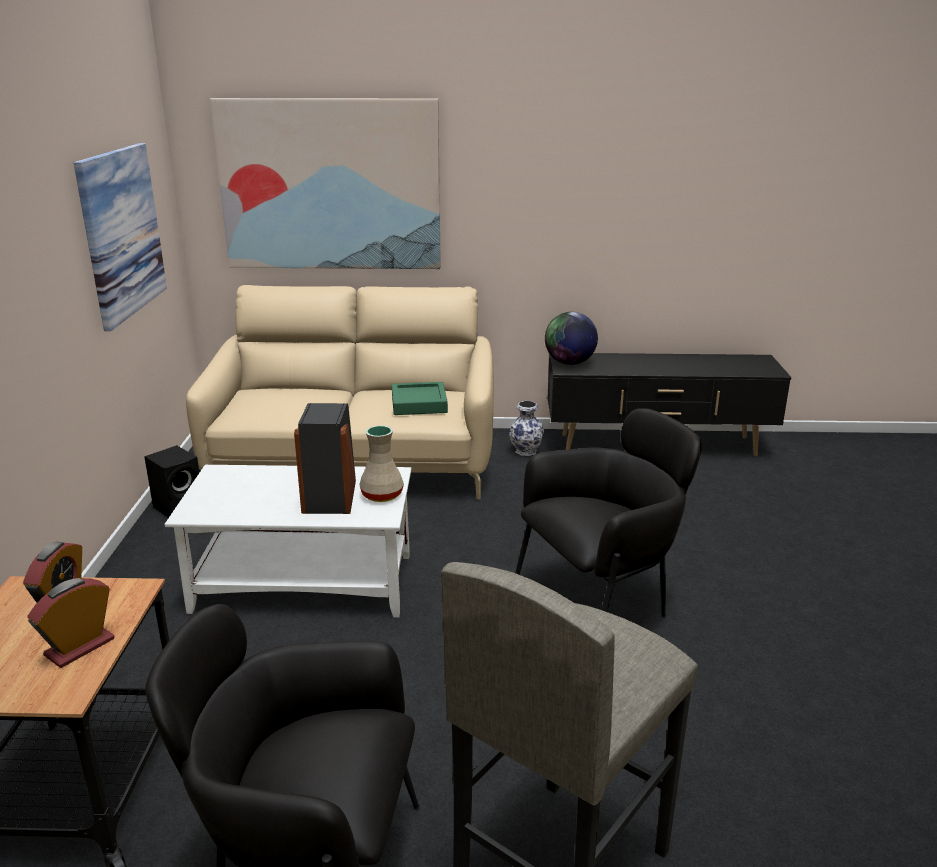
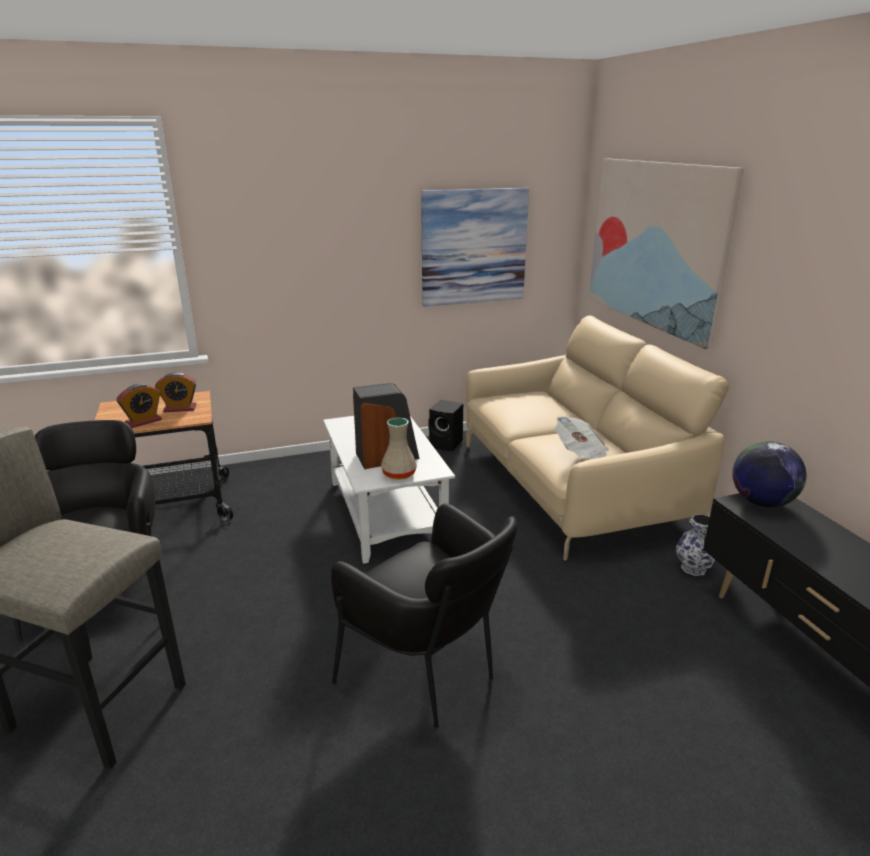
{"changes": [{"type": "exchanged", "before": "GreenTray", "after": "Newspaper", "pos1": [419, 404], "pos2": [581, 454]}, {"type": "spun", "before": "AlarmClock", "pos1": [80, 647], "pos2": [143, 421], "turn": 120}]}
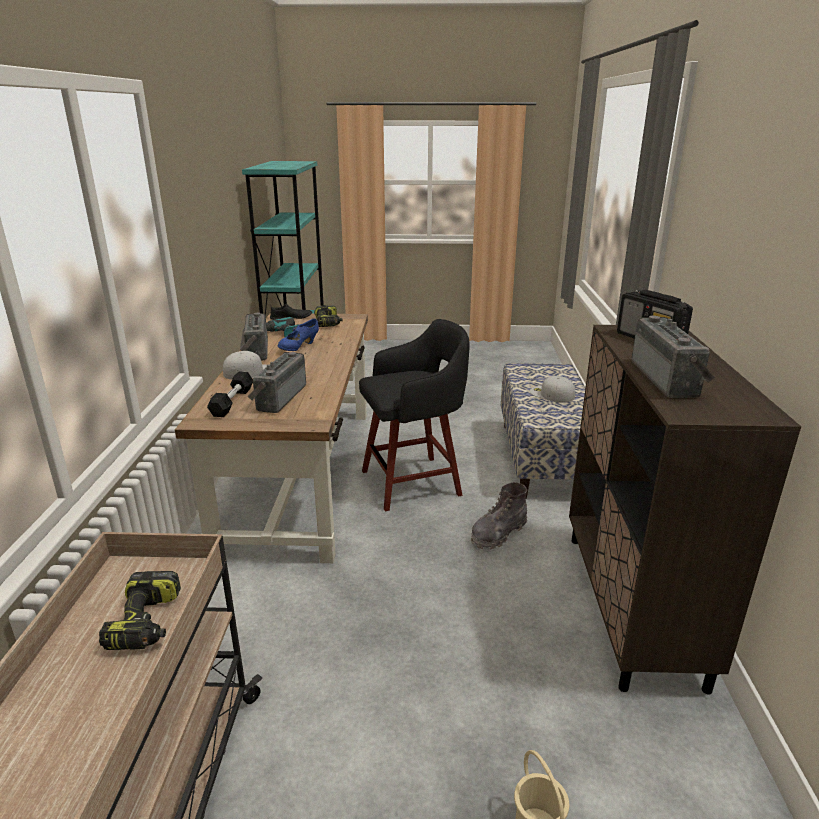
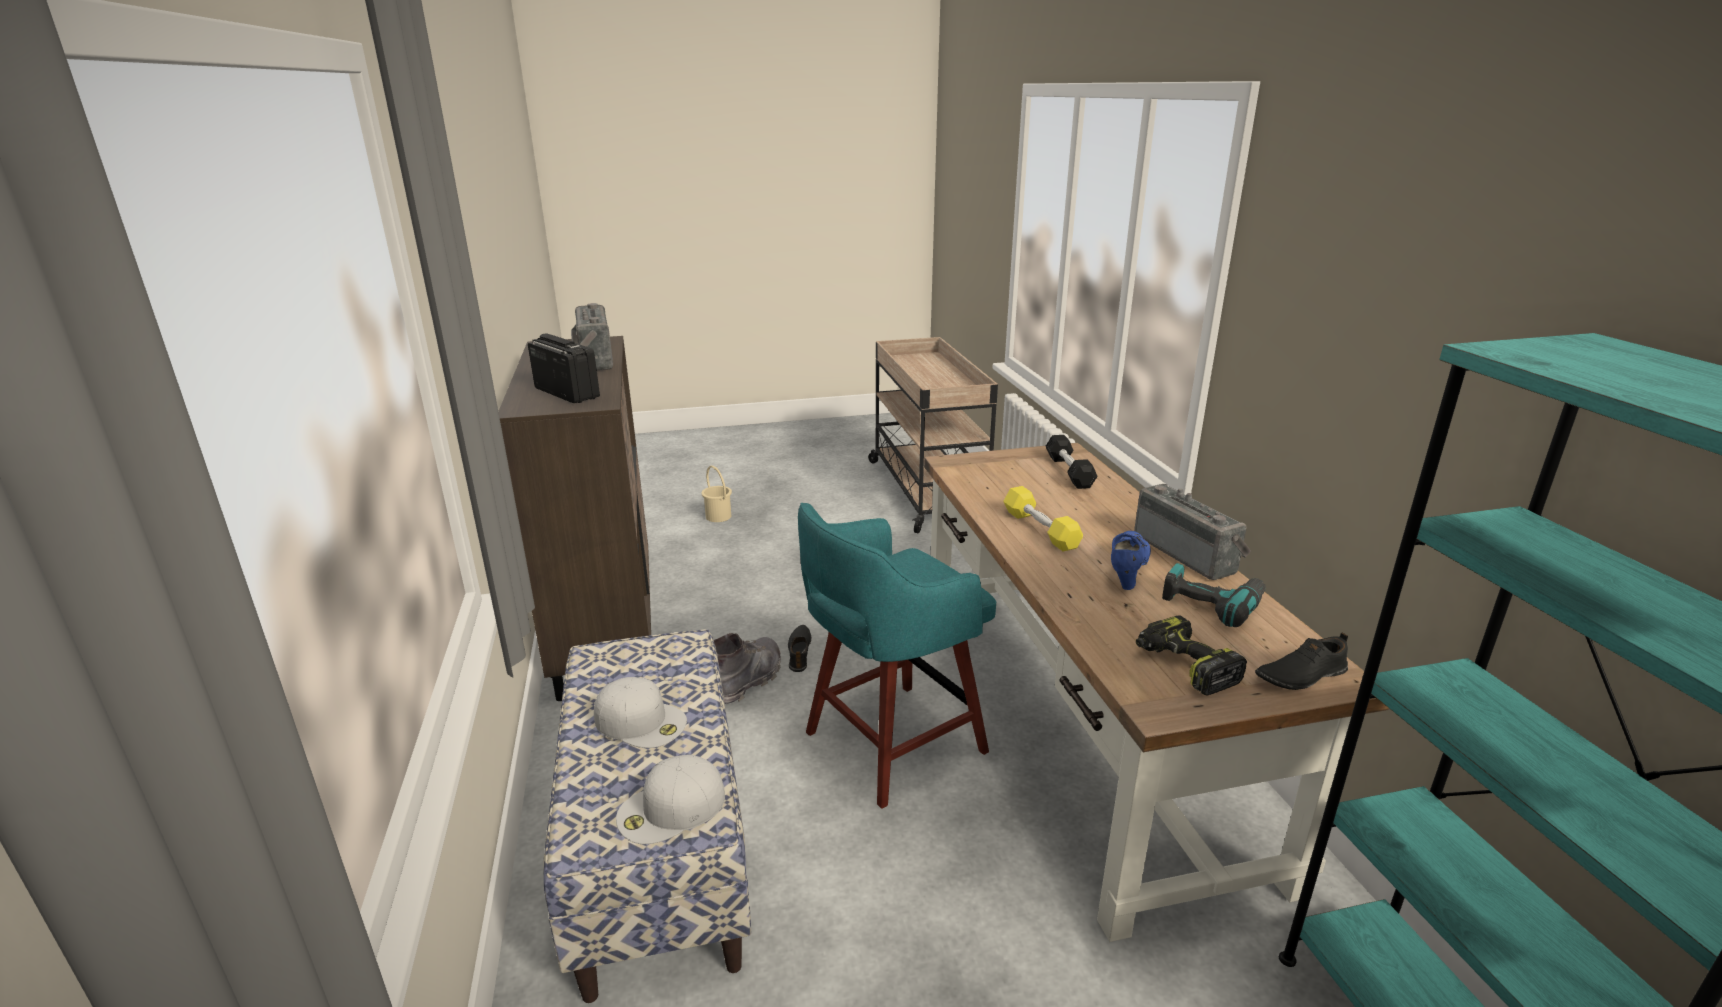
{"changes": [{"type": "colour", "before": "BlackStool", "after": "TurquoiseStool", "pos1": [414, 482], "pos2": [890, 744]}, {"type": "relocated", "before": "WhiteCap", "pos1": [250, 372], "pos2": [671, 809]}, {"type": "missing", "before": "Radio", "pos1": [278, 397]}, {"type": "missing", "before": "PowerDrill", "pos1": [147, 623]}, {"type": "appeared", "after": "YellowDumbbell", "pos2": [1040, 529]}, {"type": "appeared", "after": "BlackShoe", "pos2": [800, 652]}]}
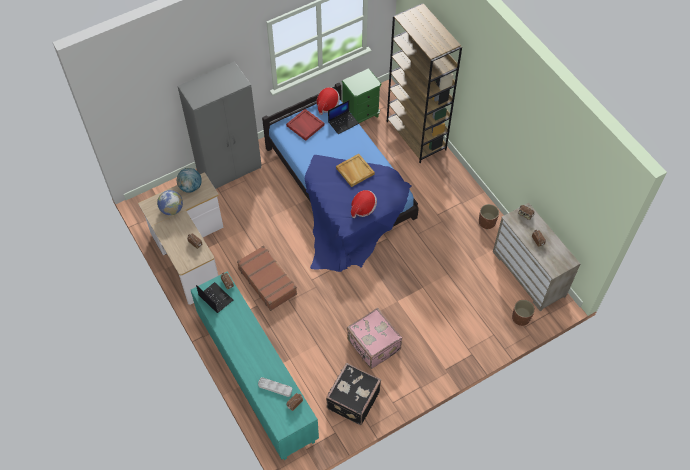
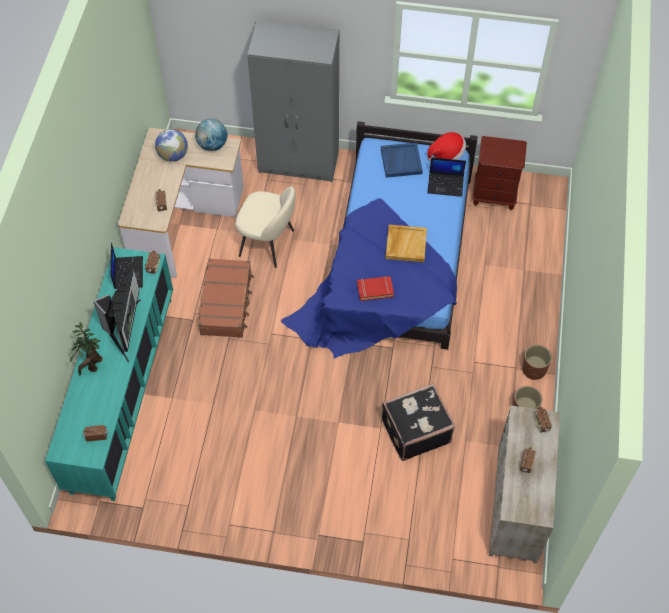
{"changes": [{"type": "missing", "before": "BrownBookcase", "pos1": [416, 135]}, {"type": "colour", "before": "GreenNightstand", "after": "BrownNightstand", "pos1": [361, 115], "pos2": [494, 195]}, {"type": "colour", "before": "RedTray", "after": "BlueTray", "pos1": [305, 125], "pos2": [400, 161]}, {"type": "exchanged", "before": "Hat", "after": "RedBook", "pos1": [363, 208], "pos2": [375, 290]}, {"type": "relocated", "before": "BrownPlanter", "pos1": [521, 318], "pos2": [534, 369]}, {"type": "missing", "before": "PinkSuitcase", "pos1": [373, 345]}, {"type": "relocated", "before": "BlackSuitcase", "pos1": [352, 400], "pos2": [415, 430]}, {"type": "missing", "before": "GreyTray", "pos1": [275, 387]}, {"type": "appeared", "after": "BeigeChair", "pos2": [268, 243]}, {"type": "appeared", "after": "Monitor", "pos2": [124, 329]}, {"type": "appeared", "after": "PottedPlant", "pos2": [93, 366]}]}
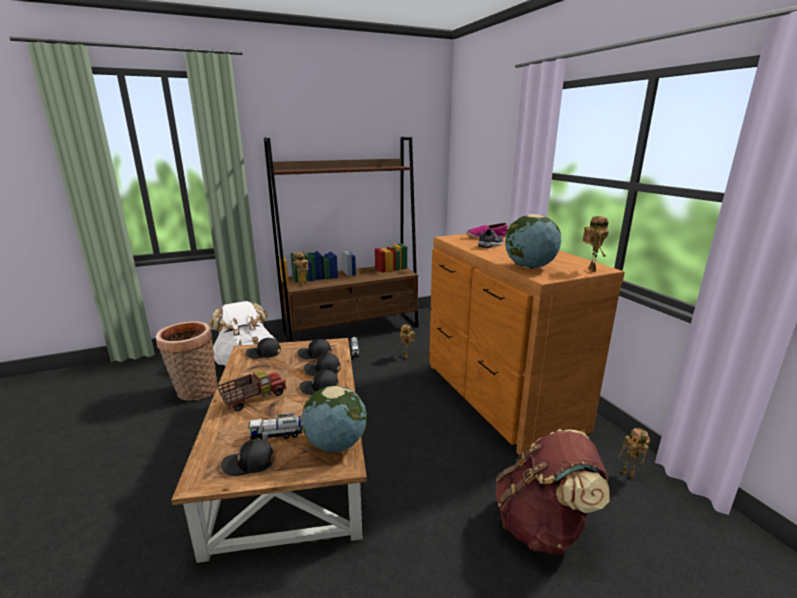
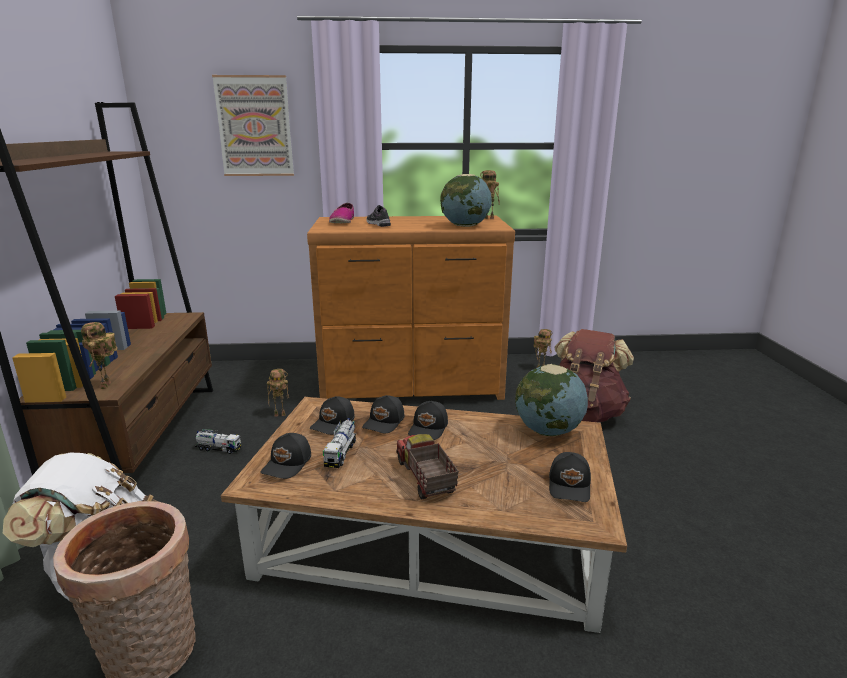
{"changes": [{"type": "relocated", "before": "ToyTruck", "pos1": [277, 435], "pos2": [341, 453]}, {"type": "appeared", "after": "Picture", "pos2": [254, 126]}]}
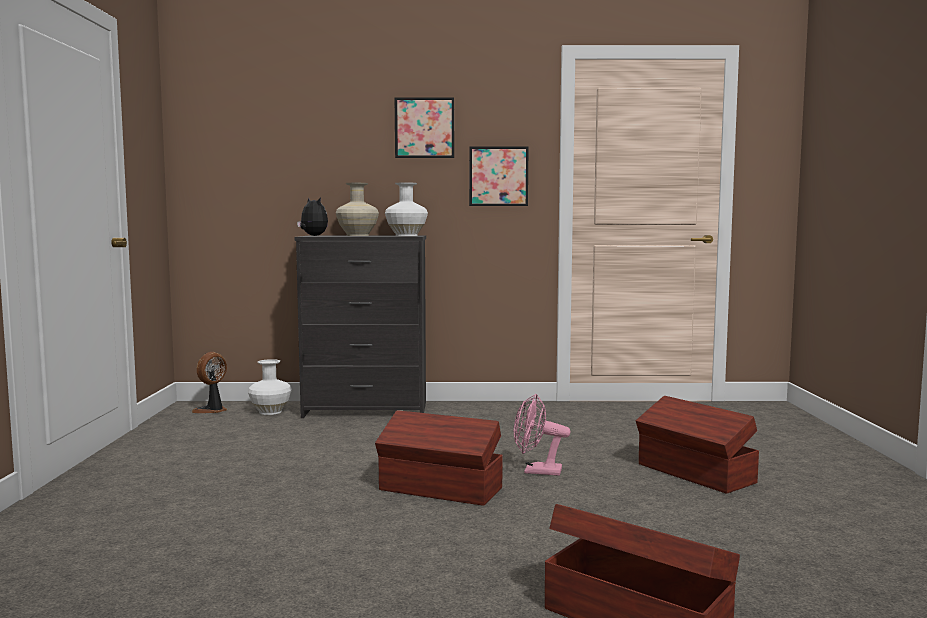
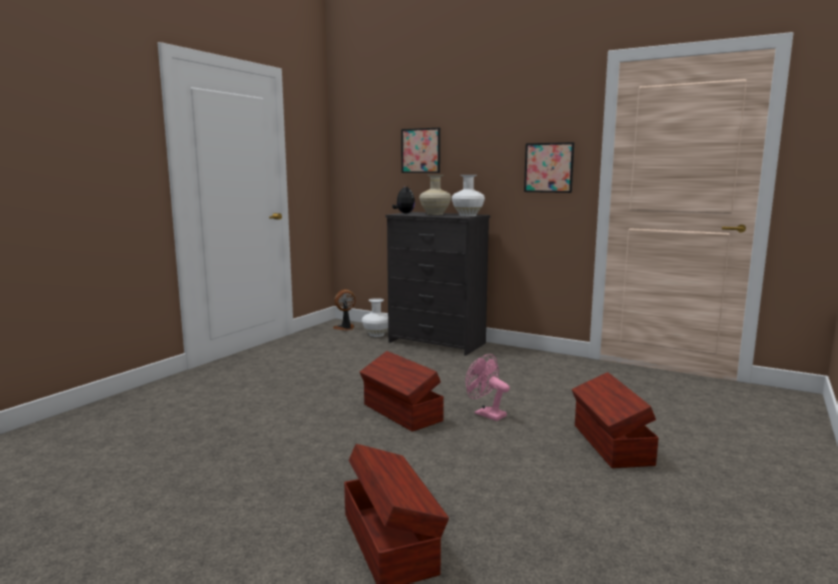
{"changes": [{"type": "relocated", "before": "Picture", "pos1": [424, 128], "pos2": [420, 150]}]}
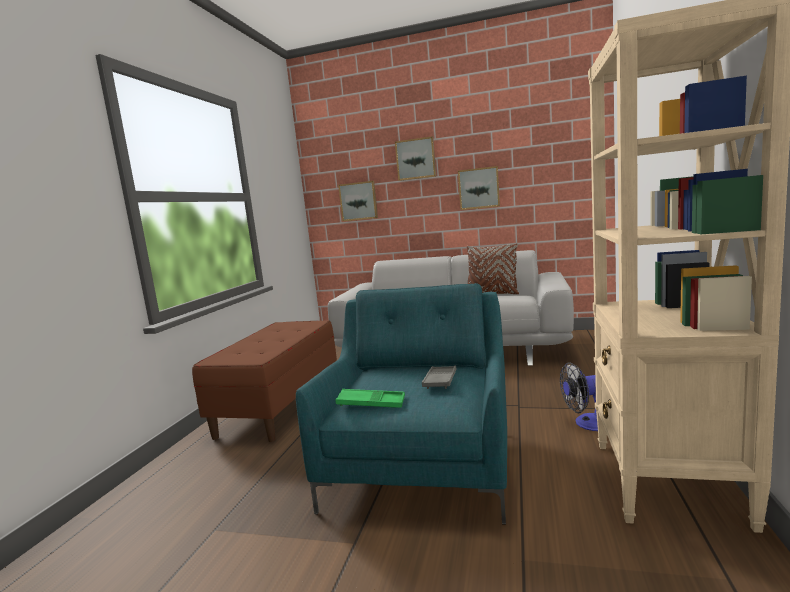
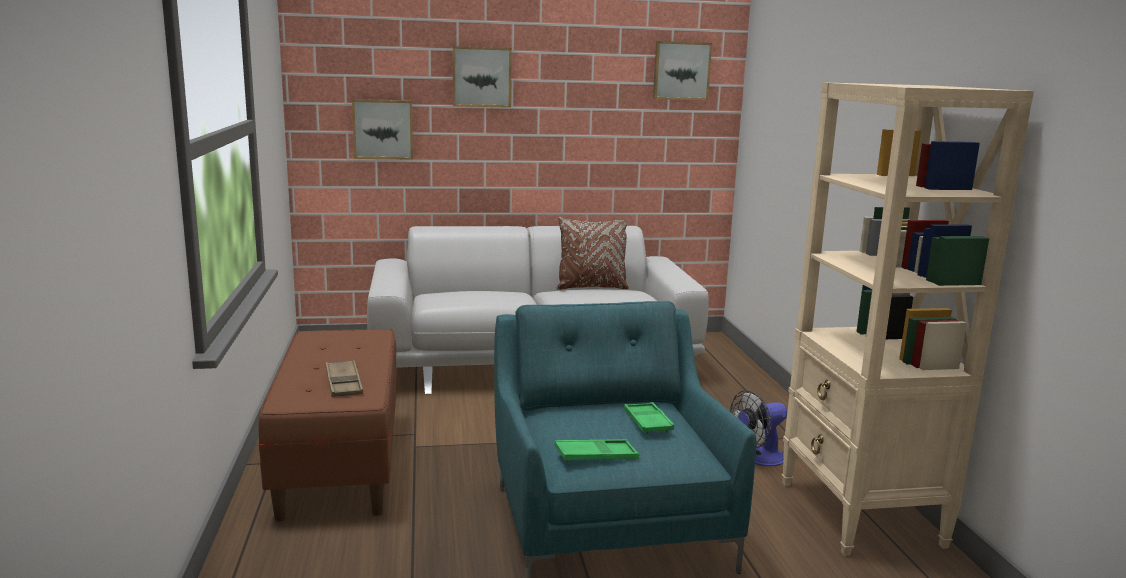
{"changes": [{"type": "relocated", "before": "Picture", "pos1": [479, 188], "pos2": [681, 70]}, {"type": "colour", "before": "GreyTray", "after": "GreenTray", "pos1": [440, 381], "pos2": [647, 422]}, {"type": "appeared", "after": "BrownTray", "pos2": [344, 383]}]}
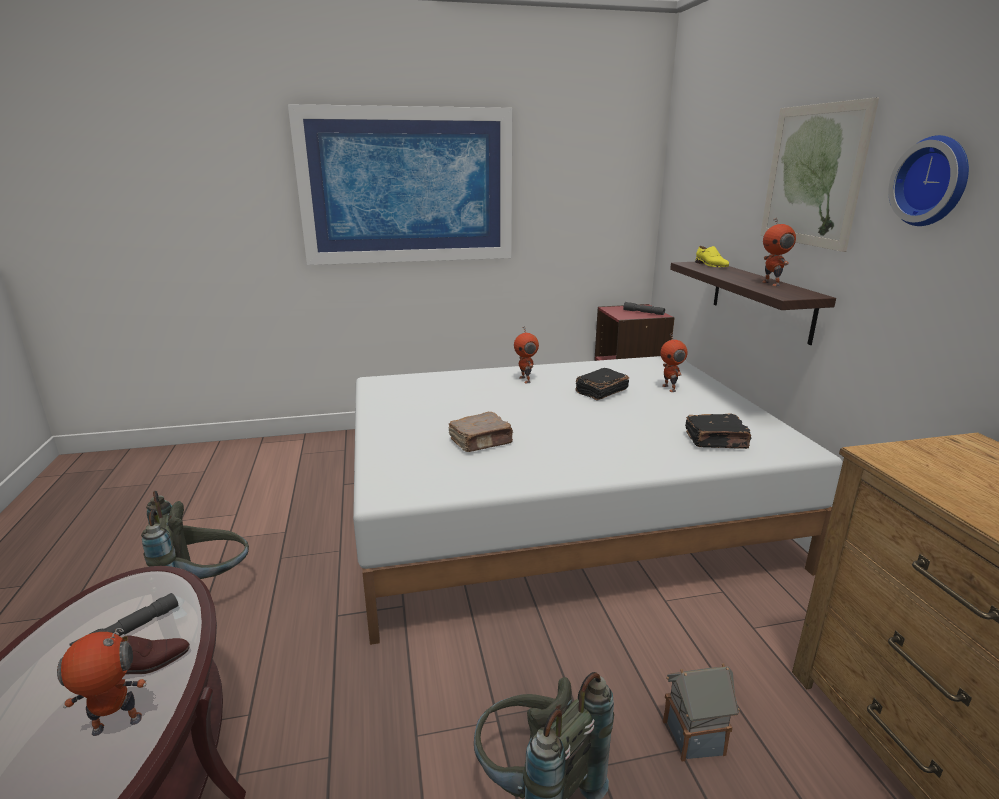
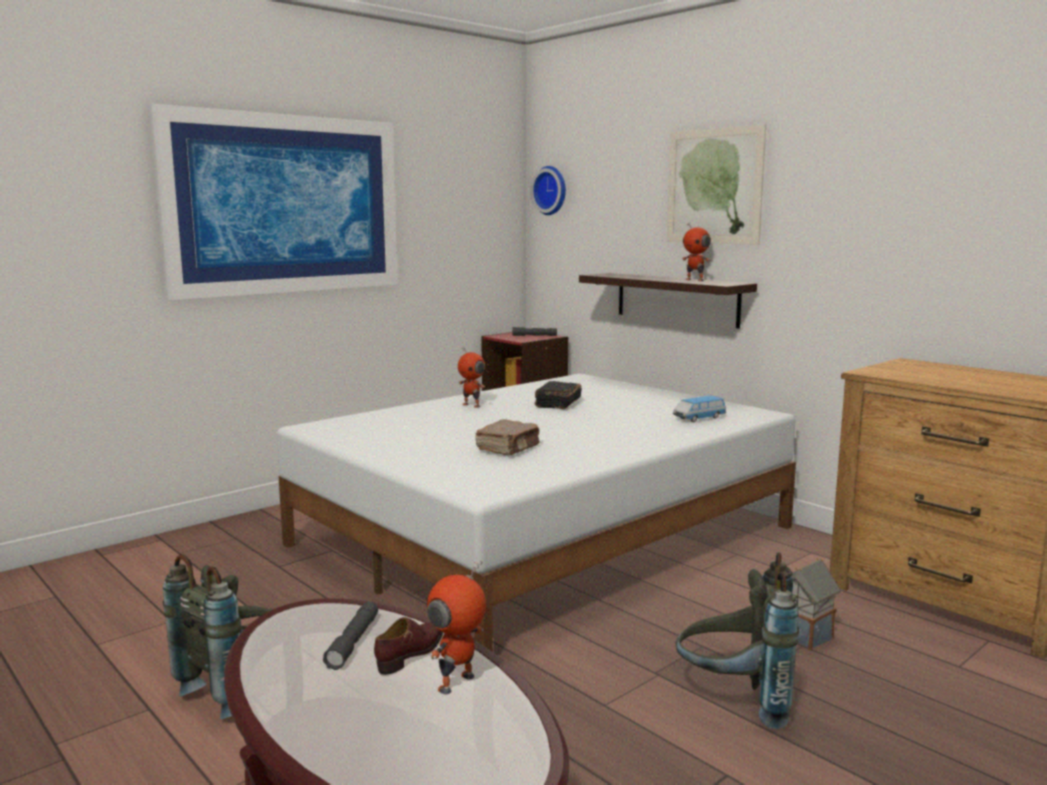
{"changes": [{"type": "relocated", "before": "WallClock", "pos1": [933, 181], "pos2": [551, 190]}, {"type": "missing", "before": "YellowShoe", "pos1": [711, 265]}, {"type": "missing", "before": "ToyRobot", "pos1": [670, 388]}, {"type": "exchanged", "before": "BlackBook", "after": "ToyCar", "pos1": [716, 441], "pos2": [699, 418]}]}
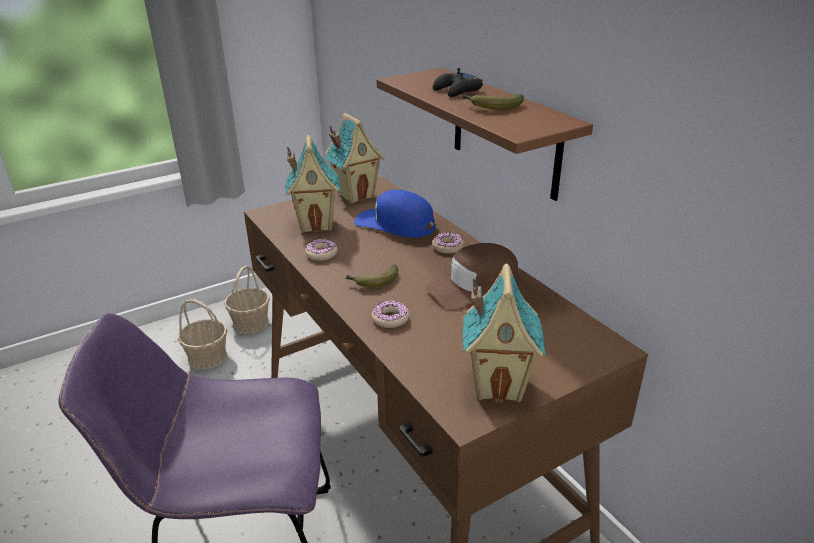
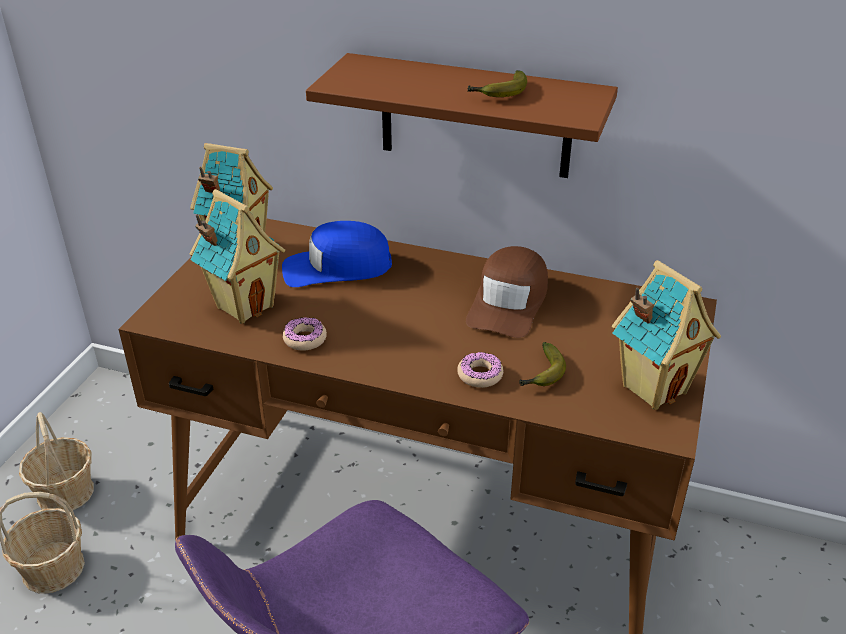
{"changes": [{"type": "missing", "before": "BlackGameController", "pos1": [457, 91]}, {"type": "missing", "before": "Donut", "pos1": [447, 247]}, {"type": "relocated", "before": "Banana", "pos1": [373, 282], "pos2": [542, 374]}]}
